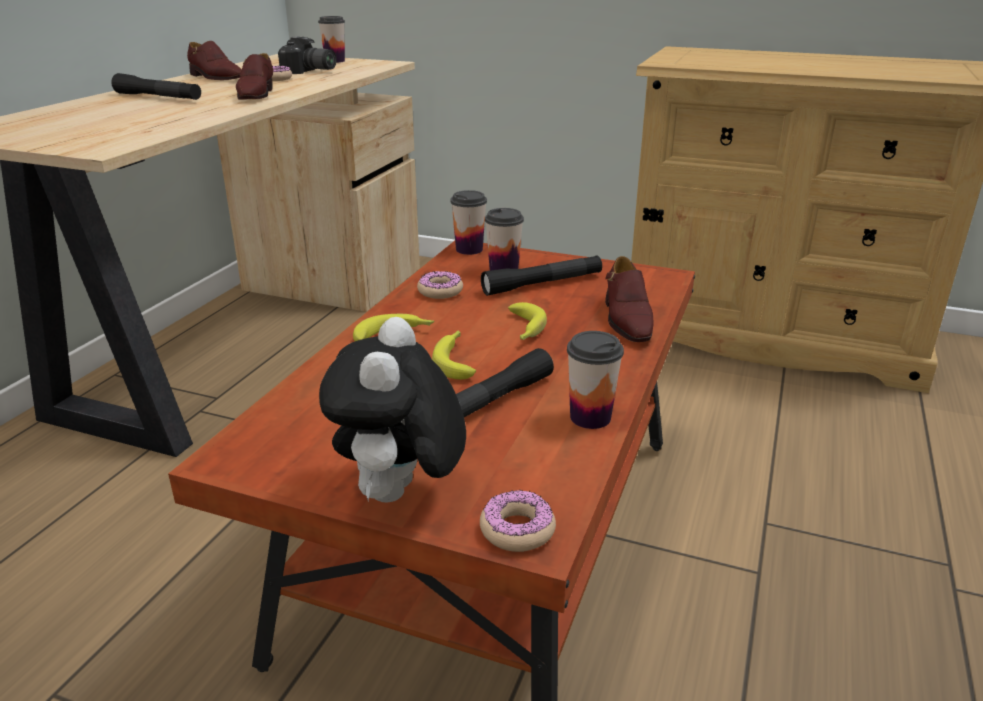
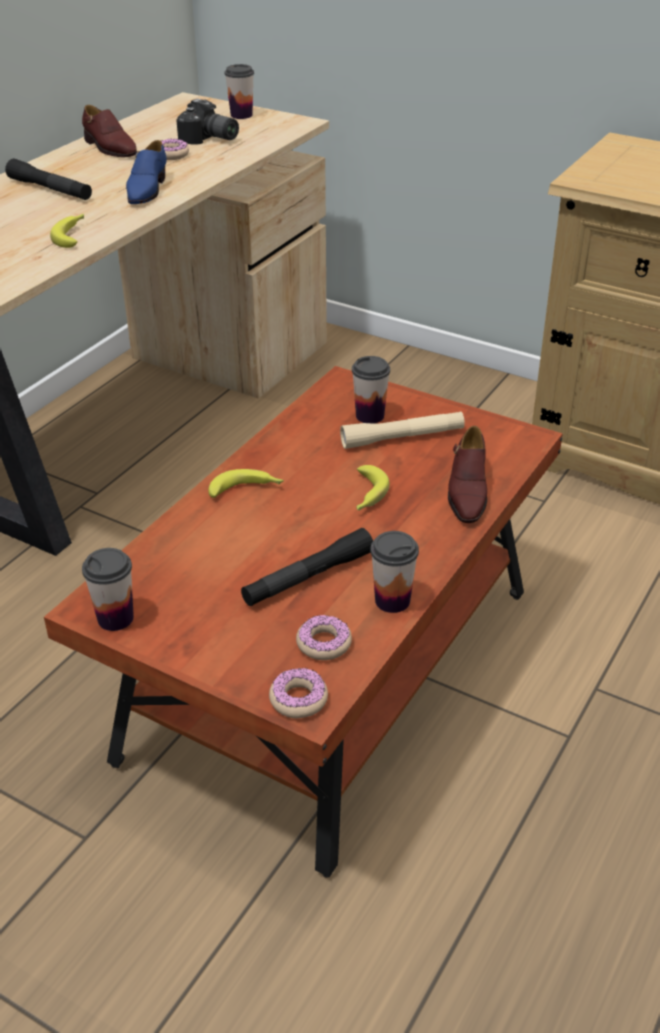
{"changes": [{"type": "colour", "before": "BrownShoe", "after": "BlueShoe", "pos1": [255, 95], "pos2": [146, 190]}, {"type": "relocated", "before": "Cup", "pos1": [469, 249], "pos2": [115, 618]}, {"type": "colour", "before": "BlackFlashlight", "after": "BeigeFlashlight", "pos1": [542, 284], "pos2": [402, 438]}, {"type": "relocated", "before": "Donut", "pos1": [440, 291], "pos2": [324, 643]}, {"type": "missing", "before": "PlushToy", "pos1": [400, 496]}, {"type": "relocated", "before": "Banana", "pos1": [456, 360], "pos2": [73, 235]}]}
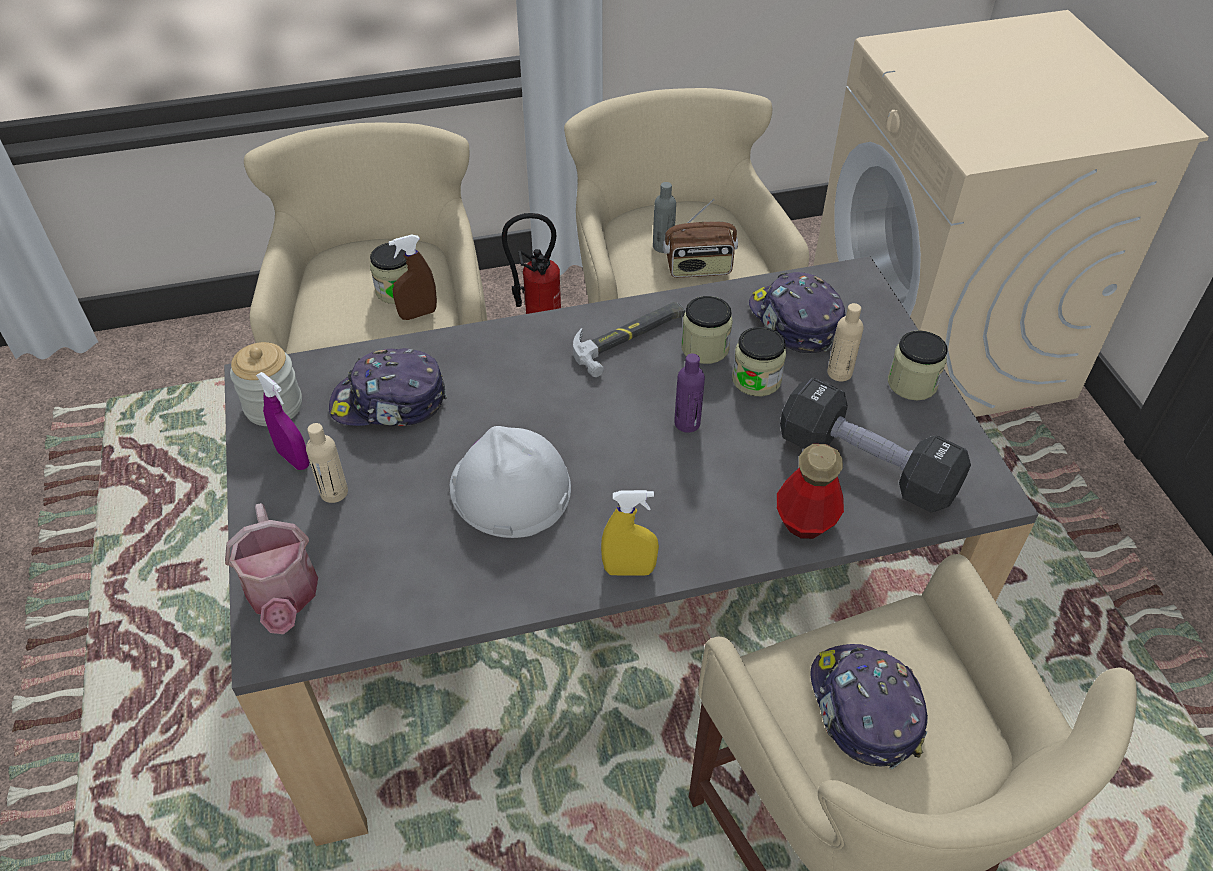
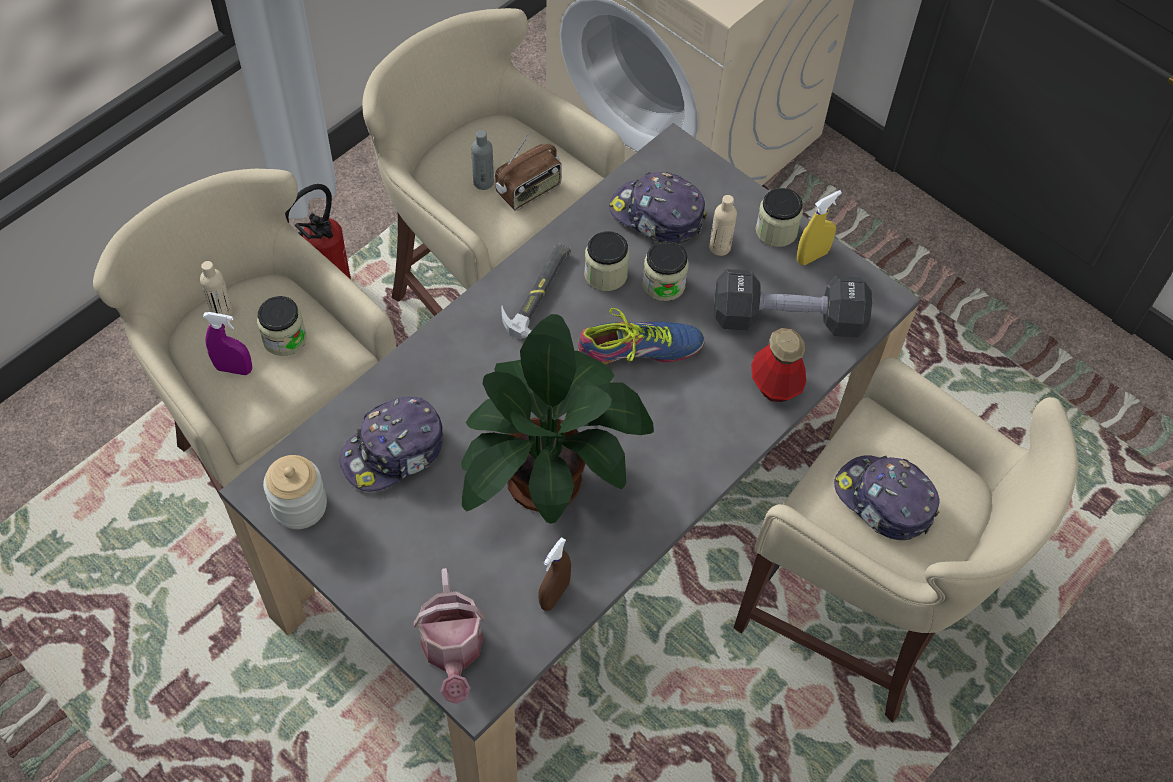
{"changes": [{"type": "relocated", "before": "BrownSprayBottle", "pos1": [418, 314], "pos2": [554, 595]}, {"type": "exchanged", "before": "PurpleBottle", "after": "Shoe", "pos1": [687, 423], "pos2": [639, 349]}, {"type": "relocated", "before": "PurpleSprayBottle", "pos1": [294, 458], "pos2": [234, 369]}, {"type": "relocated", "before": "BeigeBottle", "pos1": [334, 492], "pos2": [221, 311]}, {"type": "exchanged", "before": "WhiteHardHat", "after": "PottedPlant", "pos1": [510, 488], "pos2": [549, 473]}, {"type": "relocated", "before": "YellowSprayBottle", "pos1": [629, 570], "pos2": [812, 256]}, {"type": "spun", "before": "WateringCan", "pos1": [284, 597], "pos2": [453, 652], "turn": 45}]}
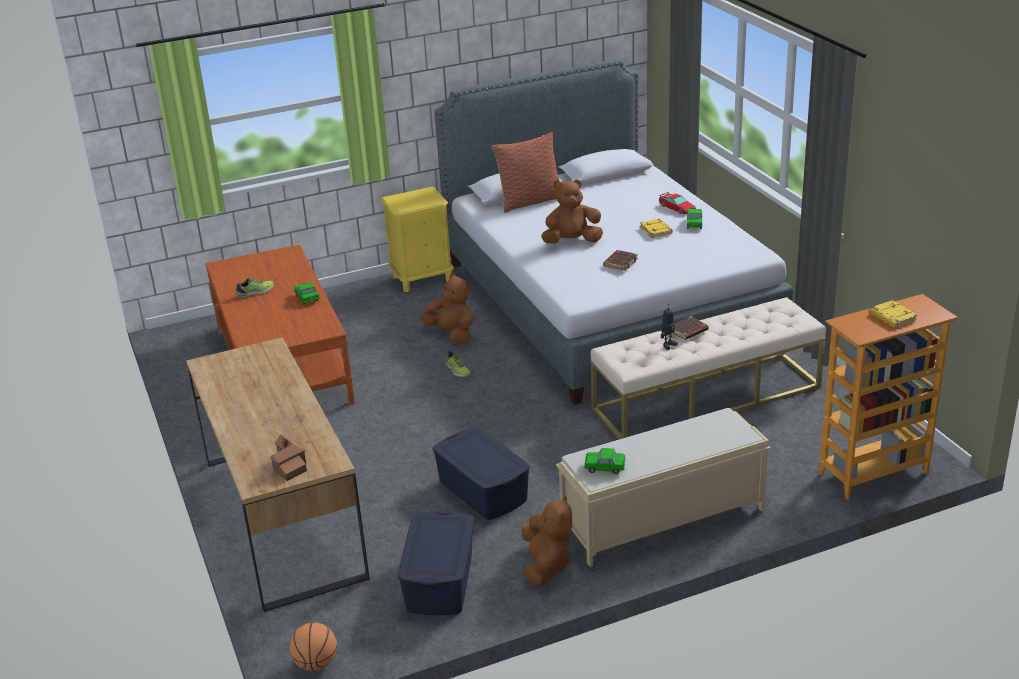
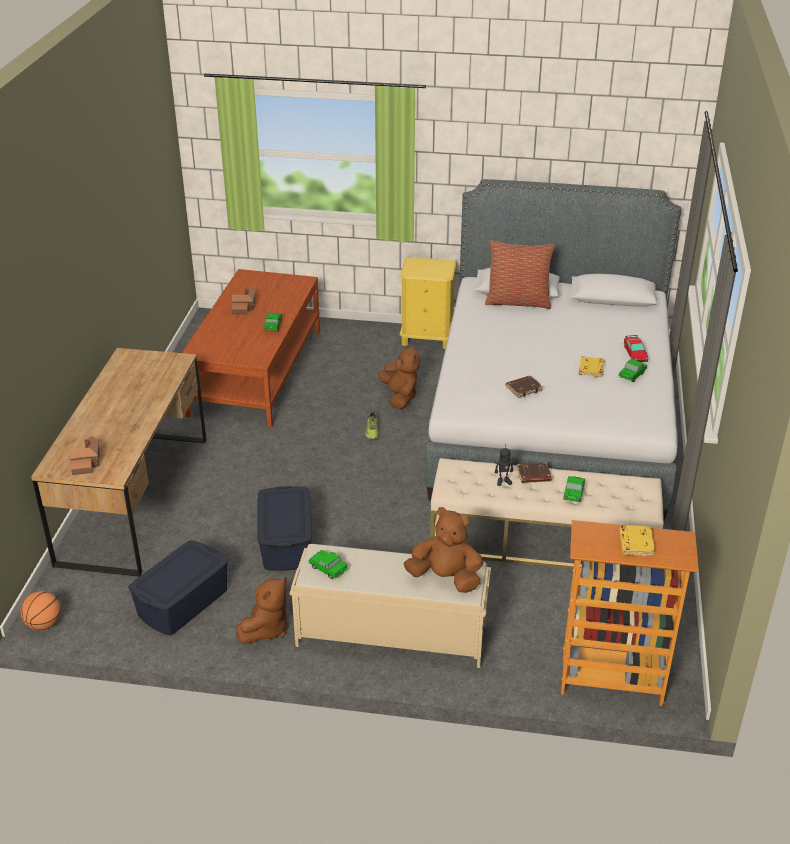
{"changes": [{"type": "relocated", "before": "BrownPlushToy", "pos1": [572, 241], "pos2": [445, 578]}, {"type": "exchanged", "before": "Shoe", "after": "ToyHouse", "pos1": [255, 292], "pos2": [244, 307]}, {"type": "appeared", "after": "ToyCar", "pos2": [573, 494]}]}
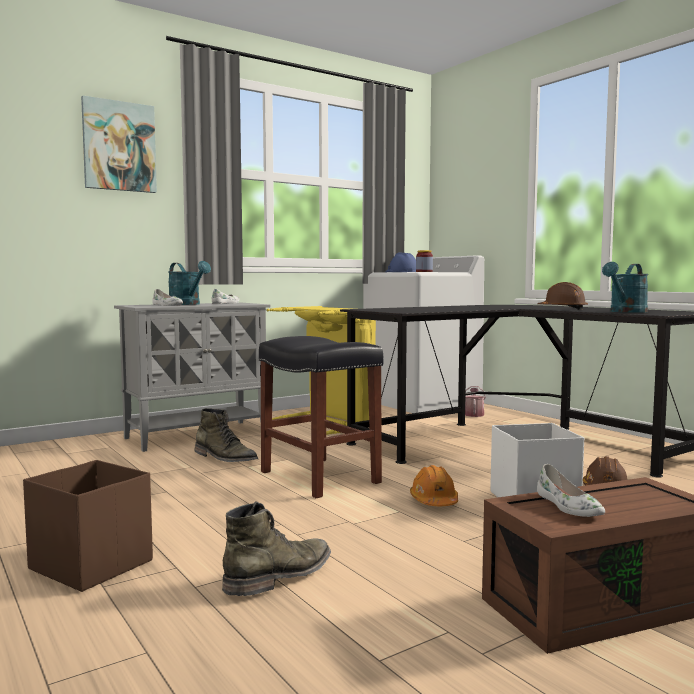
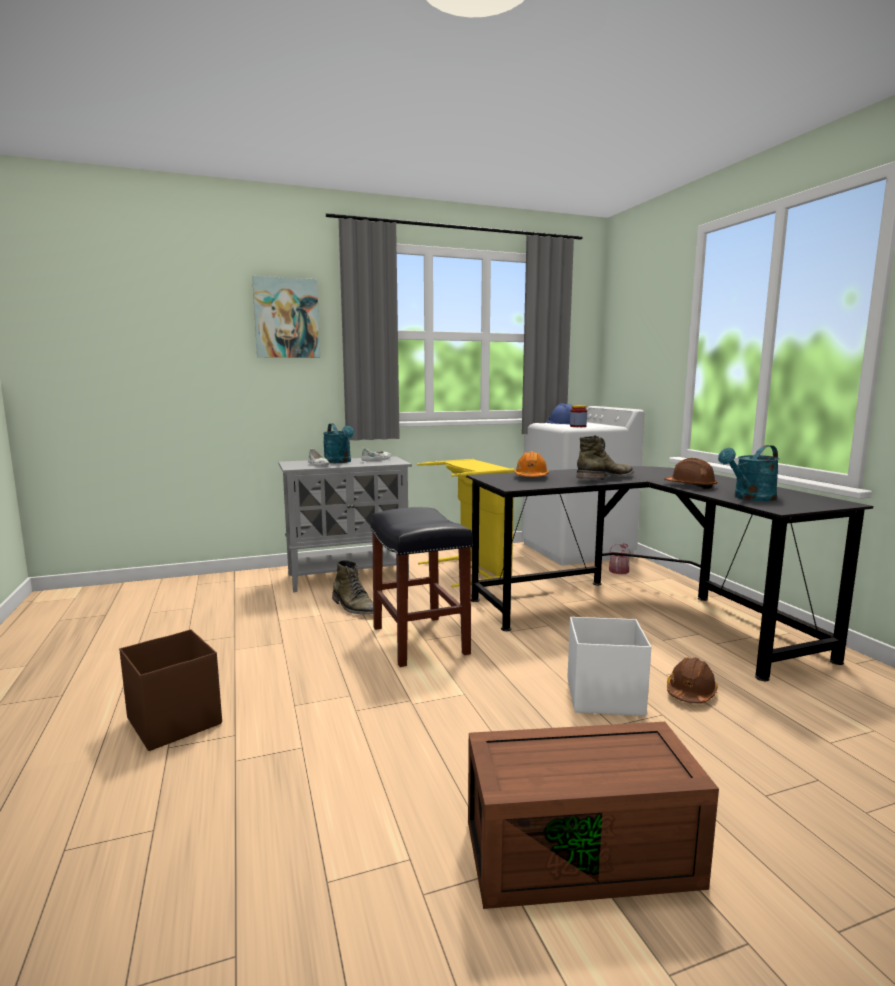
{"changes": [{"type": "missing", "before": "WhiteShoe", "pos1": [568, 506]}, {"type": "relocated", "before": "OrangeHardHat", "pos1": [434, 501], "pos2": [531, 477]}, {"type": "relocated", "before": "GreenBoot", "pos1": [281, 576], "pos2": [606, 478]}]}
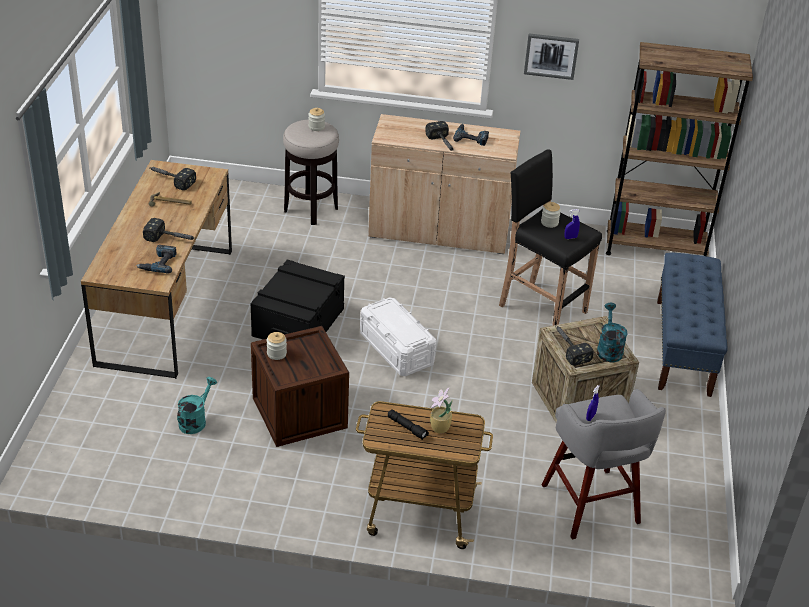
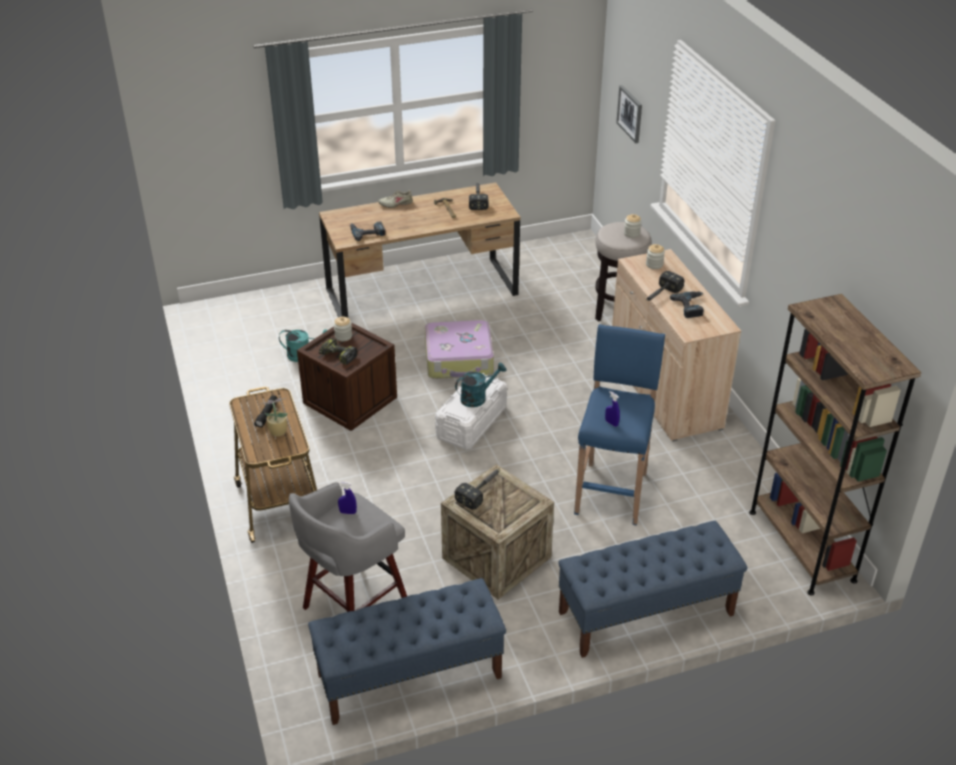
{"changes": [{"type": "relocated", "before": "Picture", "pos1": [551, 56], "pos2": [630, 113]}, {"type": "colour", "before": "BlackStool", "after": "BlueStool", "pos1": [541, 308], "pos2": [612, 491]}, {"type": "relocated", "before": "Jar", "pos1": [549, 222], "pos2": [654, 264]}, {"type": "missing", "before": "Hammer", "pos1": [172, 239]}, {"type": "exchanged", "before": "BlackStorageBox", "after": "Suitcase", "pos1": [298, 322], "pos2": [459, 359]}, {"type": "relocated", "before": "TurquoiseWateringCan", "pos1": [608, 349], "pos2": [477, 397]}, {"type": "appeared", "after": "BeigeShoe", "pos2": [396, 204]}, {"type": "appeared", "after": "PowerDrill", "pos2": [337, 356]}, {"type": "appeared", "after": "BlueBench", "pos2": [409, 676]}]}
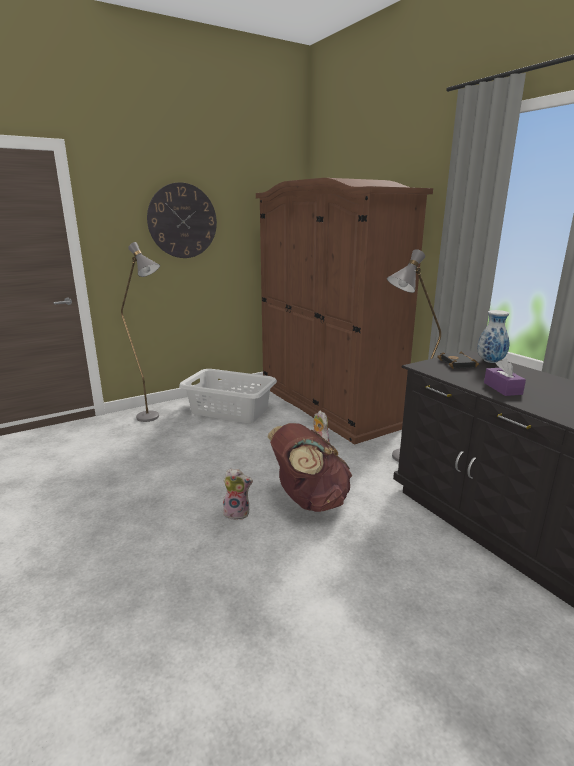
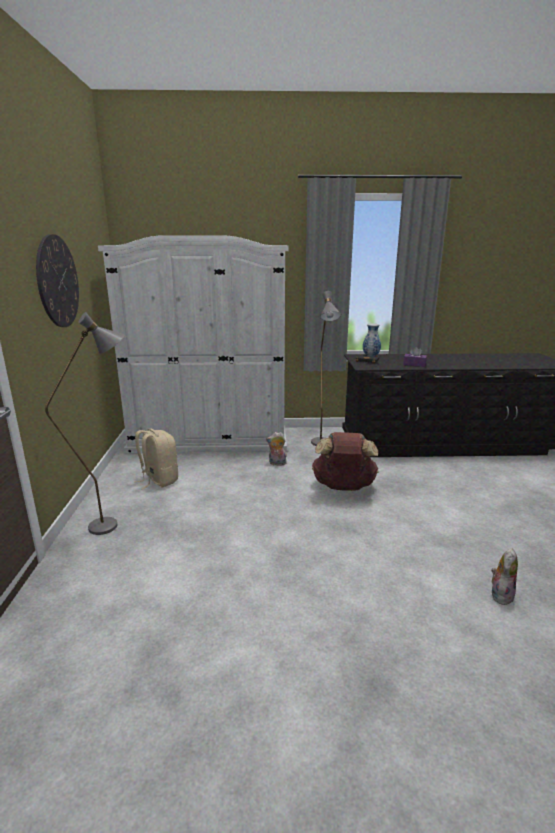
{"changes": [{"type": "colour", "before": "BrownWardrobe", "after": "WhiteWardrobe", "pos1": [326, 403], "pos2": [209, 440]}, {"type": "exchanged", "before": "GreyLaundryBasket", "after": "BeigeBackpack", "pos1": [229, 410], "pos2": [158, 480]}, {"type": "relocated", "before": "PlushToy", "pos1": [237, 513], "pos2": [500, 594]}]}
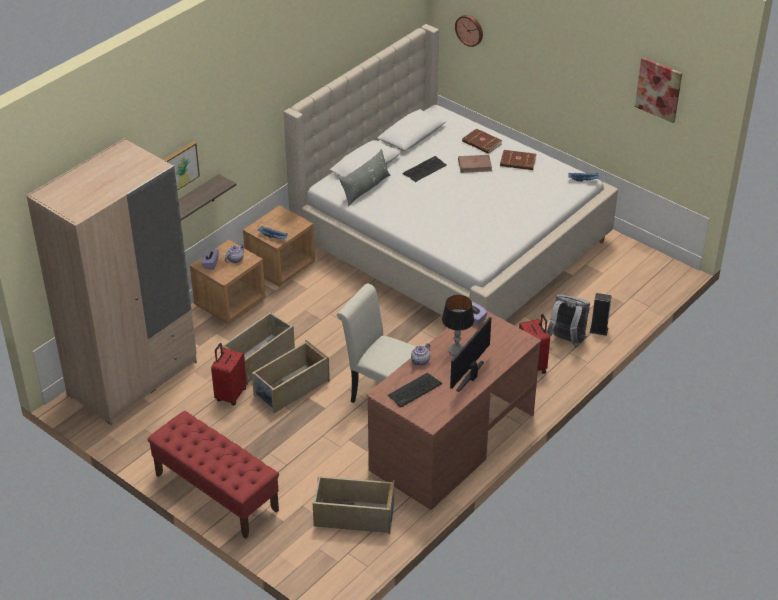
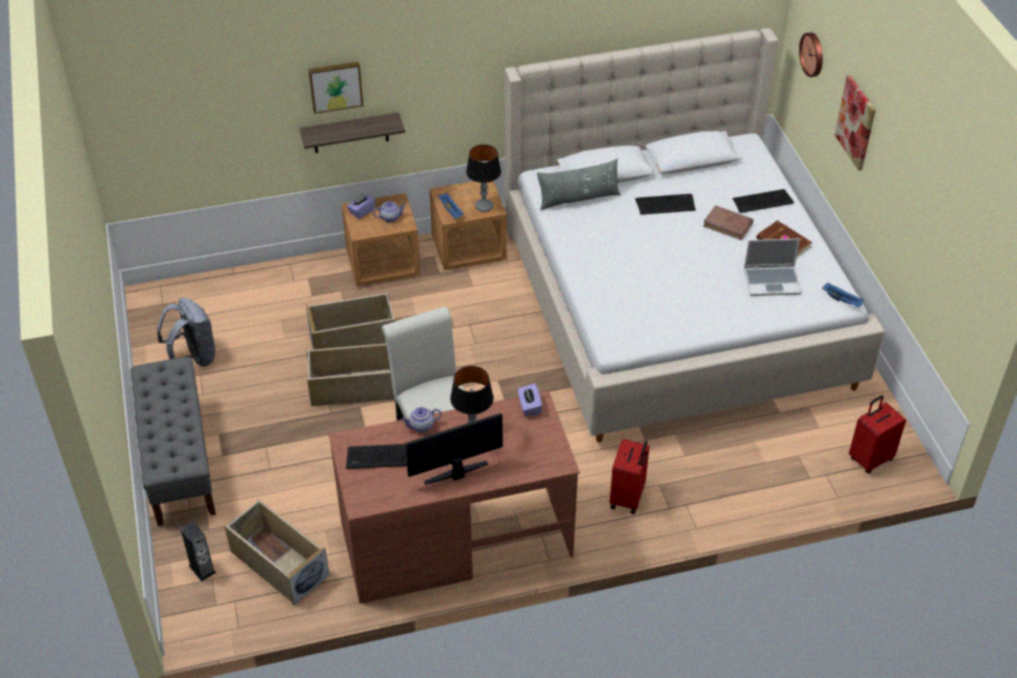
{"changes": [{"type": "relocated", "before": "Picture", "pos1": [658, 89], "pos2": [856, 122]}, {"type": "exchanged", "before": "BrownBook", "after": "Keyboard", "pos1": [481, 143], "pos2": [762, 202]}, {"type": "missing", "before": "BeigeWardrobe", "pos1": [133, 378]}, {"type": "relocated", "before": "Speaker", "pos1": [598, 330], "pos2": [202, 569]}, {"type": "relocated", "before": "GreyBackpack", "pos1": [566, 341], "pos2": [193, 357]}, {"type": "relocated", "before": "RedSuitcase", "pos1": [230, 395], "pos2": [870, 458]}, {"type": "colour", "before": "RedBench", "after": "GreyBench", "pos1": [216, 492], "pos2": [179, 461]}, {"type": "appeared", "after": "TableLamp", "pos2": [484, 206]}, {"type": "appeared", "after": "Laptop", "pos2": [772, 281]}]}
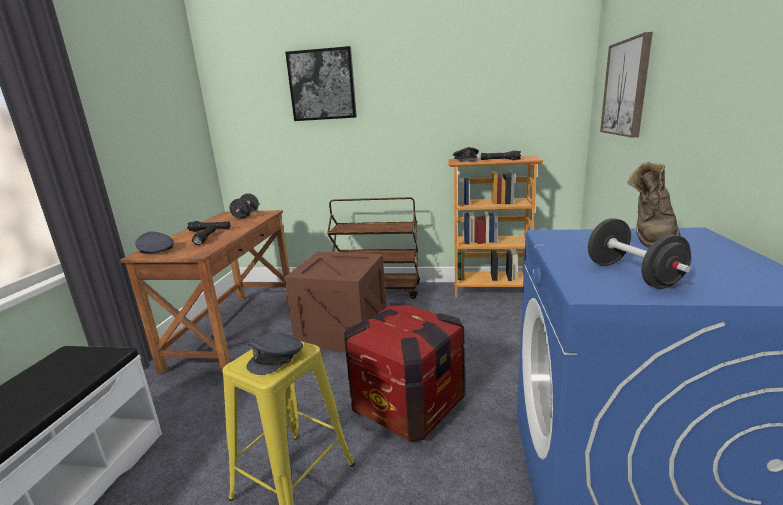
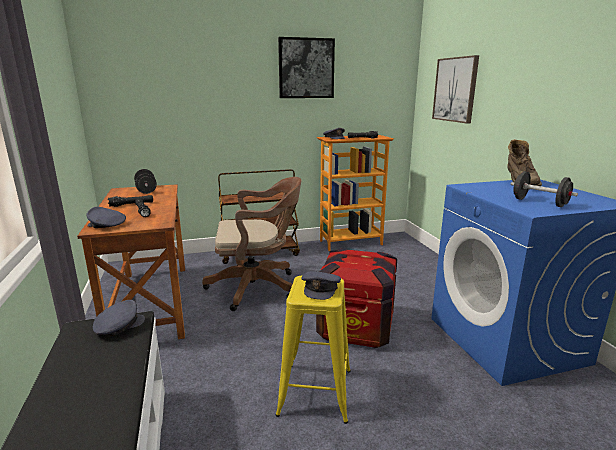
{"changes": [{"type": "relocated", "before": "Picture", "pos1": [322, 85], "pos2": [306, 68]}, {"type": "exchanged", "before": "Crate", "after": "BrownOfficeChair", "pos1": [343, 330], "pos2": [258, 287]}, {"type": "appeared", "after": "GreyCap", "pos2": [118, 326]}]}
